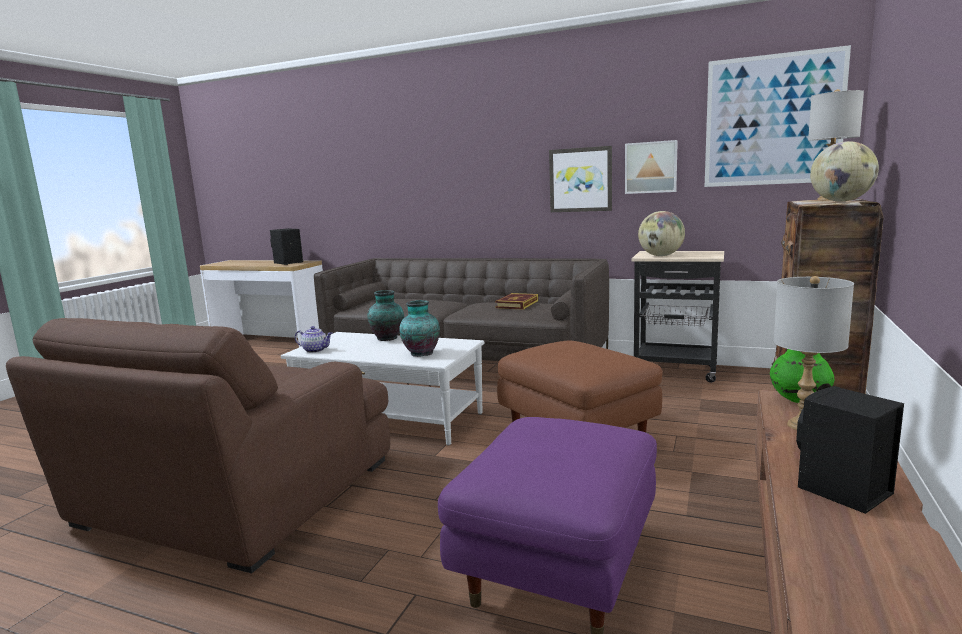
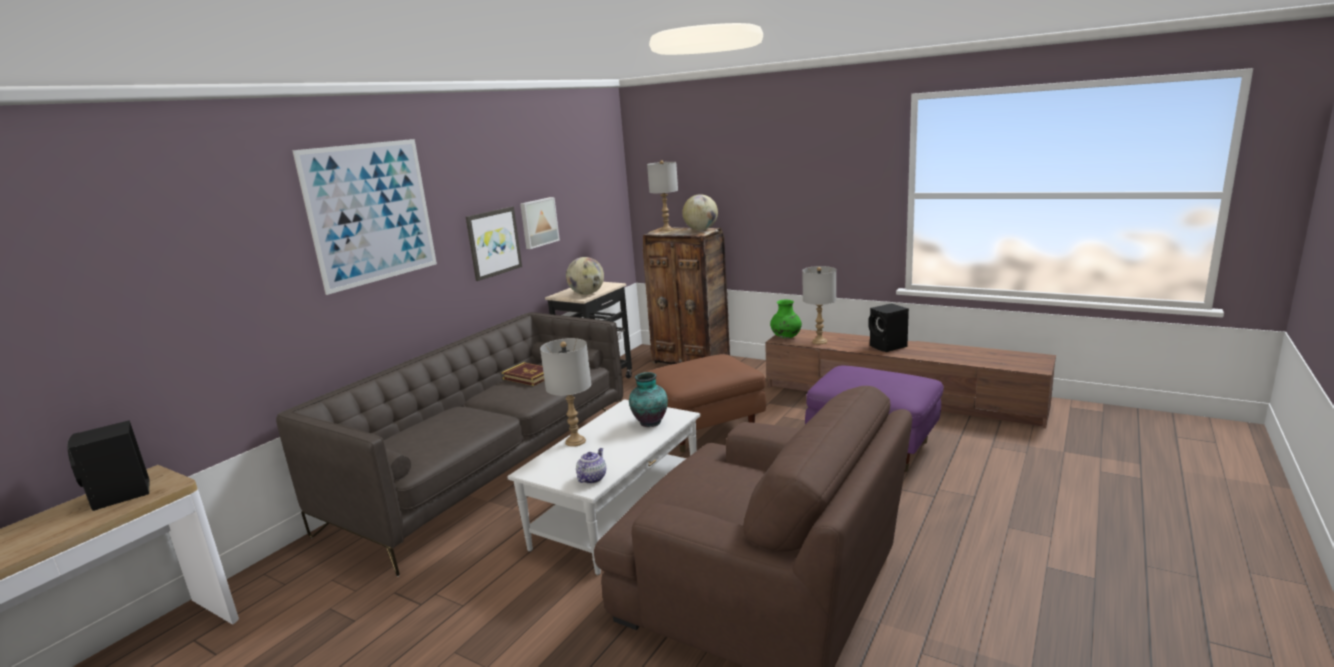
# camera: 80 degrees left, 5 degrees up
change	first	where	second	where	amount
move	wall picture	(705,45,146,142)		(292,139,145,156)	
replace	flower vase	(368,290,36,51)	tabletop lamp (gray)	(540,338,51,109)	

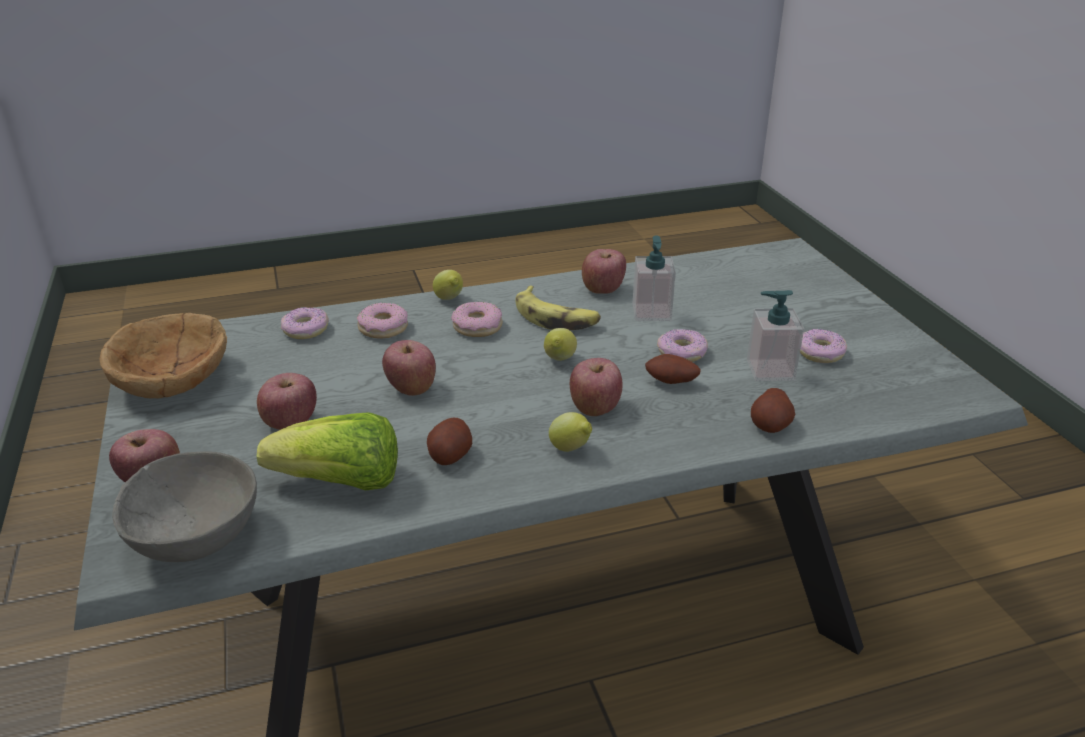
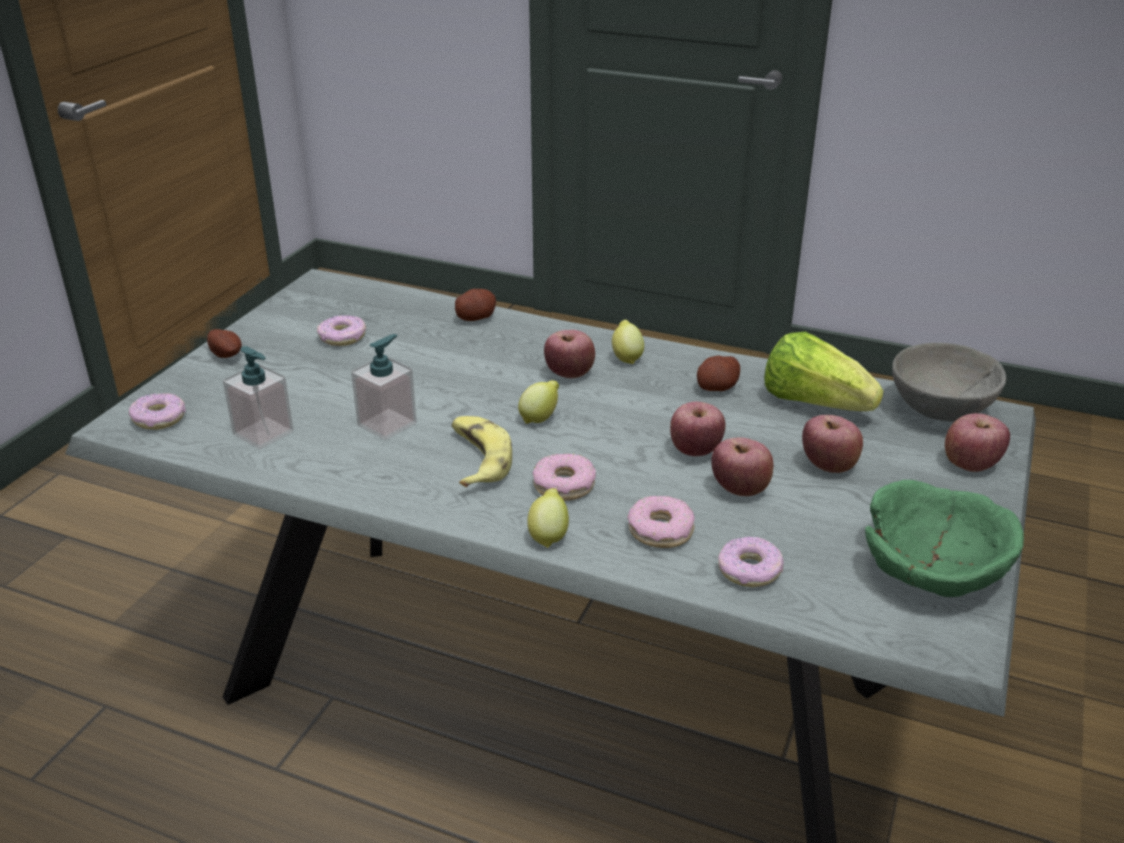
# camera: 140 degrees left, 0 degrees up
change	first	where	second	where	amount
move	whole apple	(582,249,44,45)		(711,438,62,58)	
move	potato	(645,354,56,30)		(207,329,35,29)	
move	ring doughnut	(657,329,51,33)		(129,393,57,37)	
move	soap bottle	(747,290,57,91)		(223,346,71,103)	
recolor	deep dish (brownish)	(99,313,128,86)	deep dish (green)	(865,480,159,117)	

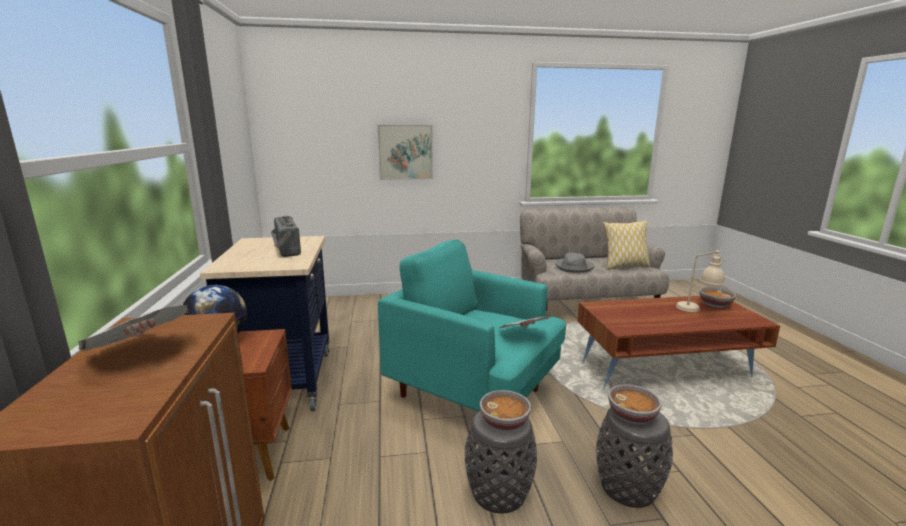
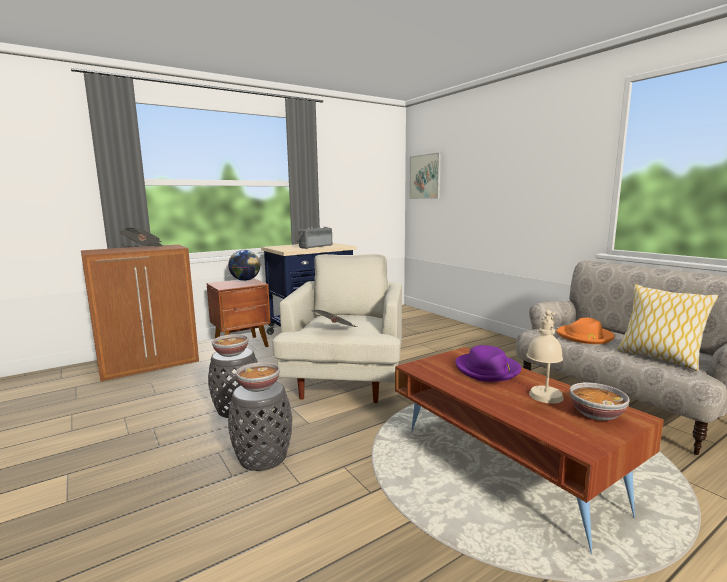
# camera: 65 degrees right, 5 degrees down
change	first	where	second	where	amount
insert			hat (purple-coloured)	(456,345,65,37)	
move	wall picture	(377,125,56,55)		(409,153,32,46)	
recolor	lounge chair (turquoise)	(378,239,188,172)	lounge chair (beige-coloured)	(272,254,130,149)	
recolor	hat (gray)	(555,253,39,20)	hat (orange)	(556,318,59,26)	

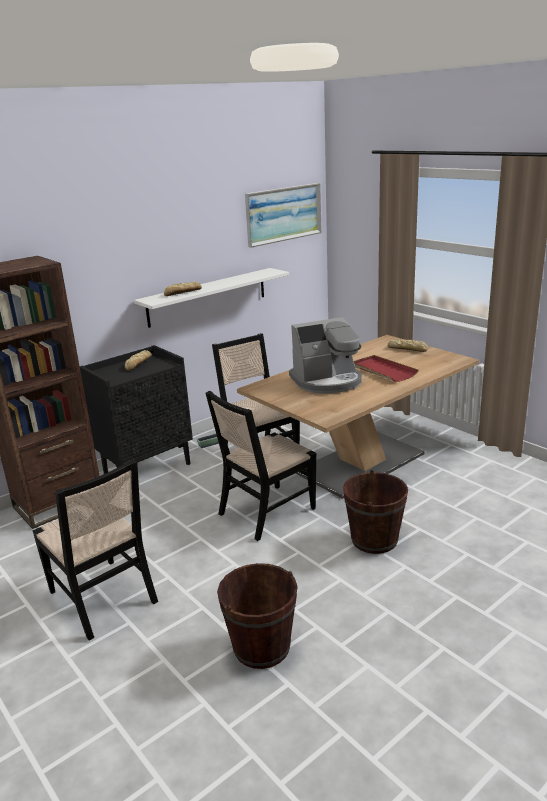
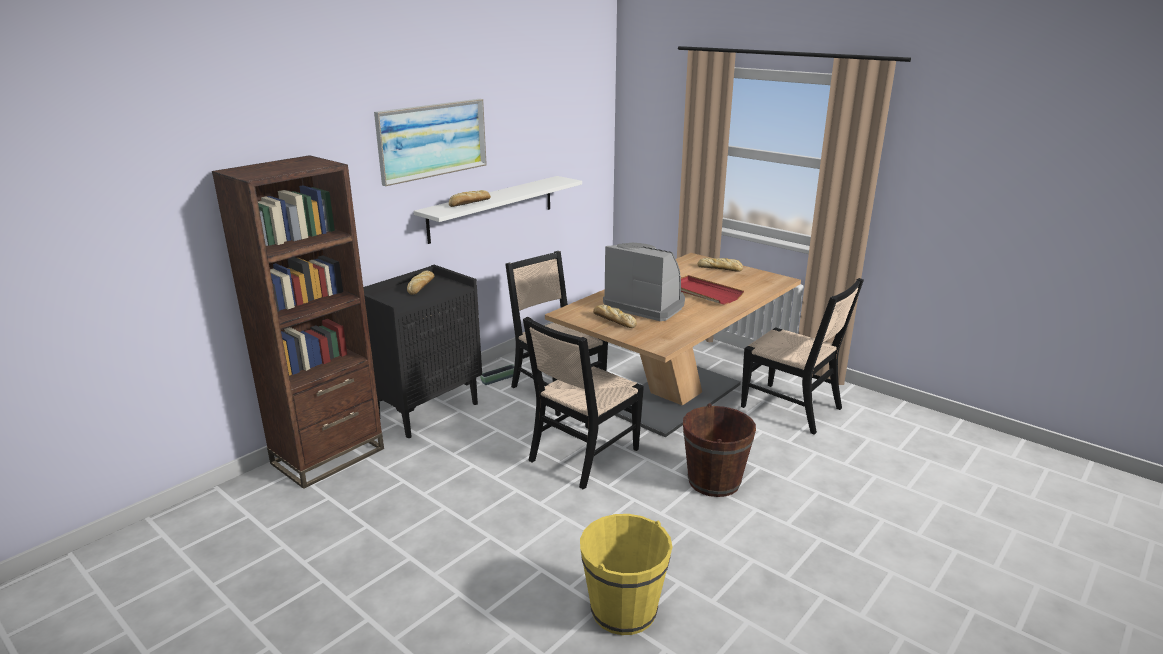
# camera: 10 degrees left, 0 degrees up
change	first	where	second	where	amount
insert			bread	(593,305,44,23)	
move	upright chair	(33,459,125,182)		(741,278,123,157)	
move	wall picture	(245,183,76,65)		(374,99,113,87)	
recolor	pail (brownish)	(217,563,81,106)	pail (yellow-coloured)	(580,514,93,121)	
rotate	coffee machine	(289,317,73,76)		(603,243,82,78)	120 degrees counterclockwise

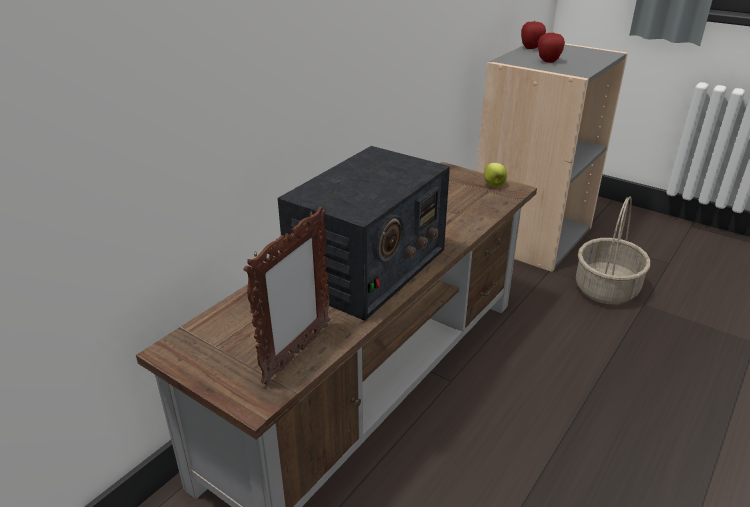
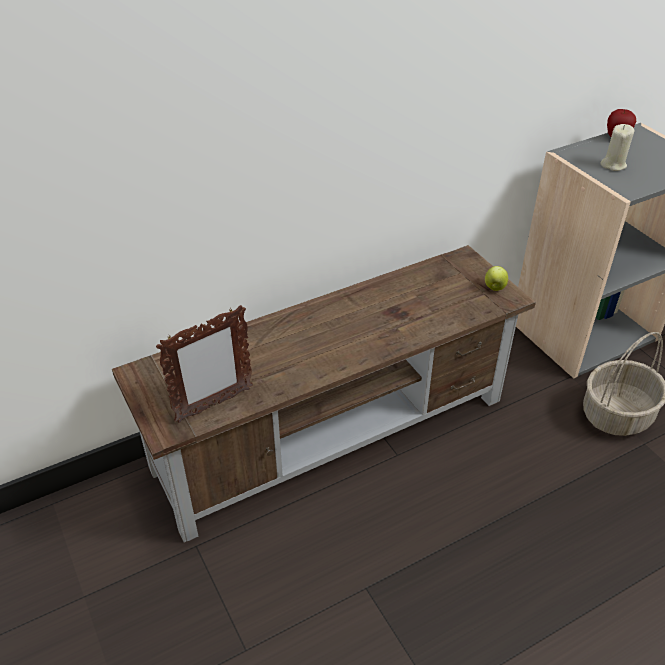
# camera: 25 degrees right, 10 degrees up
change	first	where	second	where	amount
delete	radio set	(278,146,172,175)			
replace	whole apple	(538,33,27,30)	candle (beige-coloured)	(600,124,34,47)	

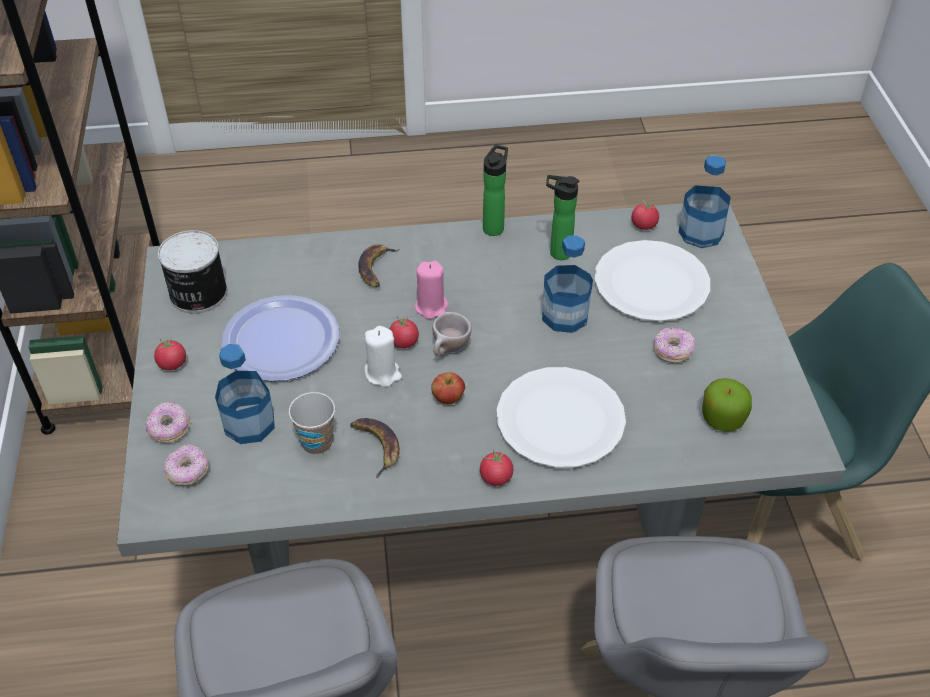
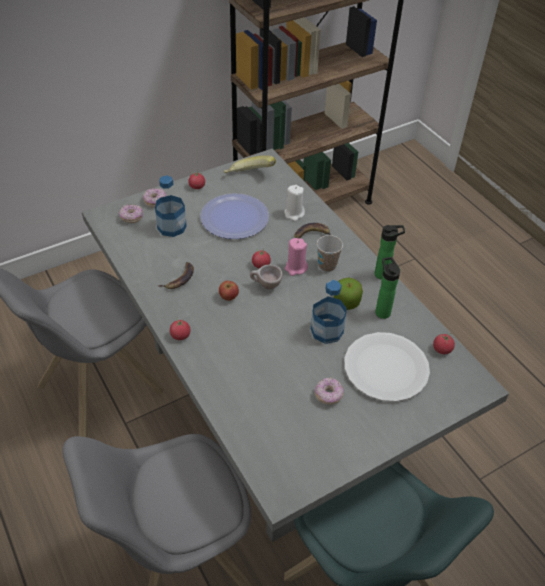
# camera: 65 degrees right, 0 degrees up
change	first	where	second	where	amount
delete	plate (white-coloured)	(497,367,129,101)			
delete	beverage bottle	(678,156,53,92)			
move	small cup	(289,392,46,63)		(317,235,26,37)	
move	candle (white-coloured)	(364,326,38,61)		(284,185,21,36)	
move	whole apple	(702,378,50,53)		(334,278,29,32)	
replace	metal can	(158,230,70,83)	banana fruit	(224,155,52,18)	

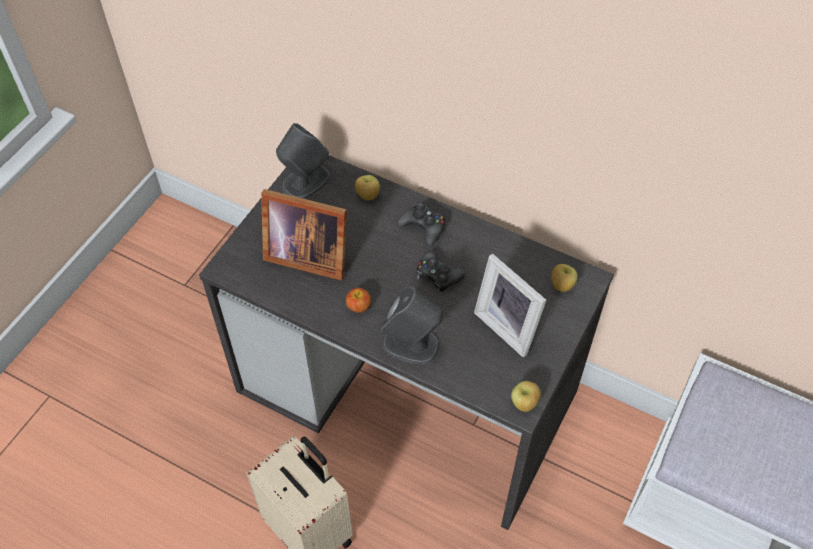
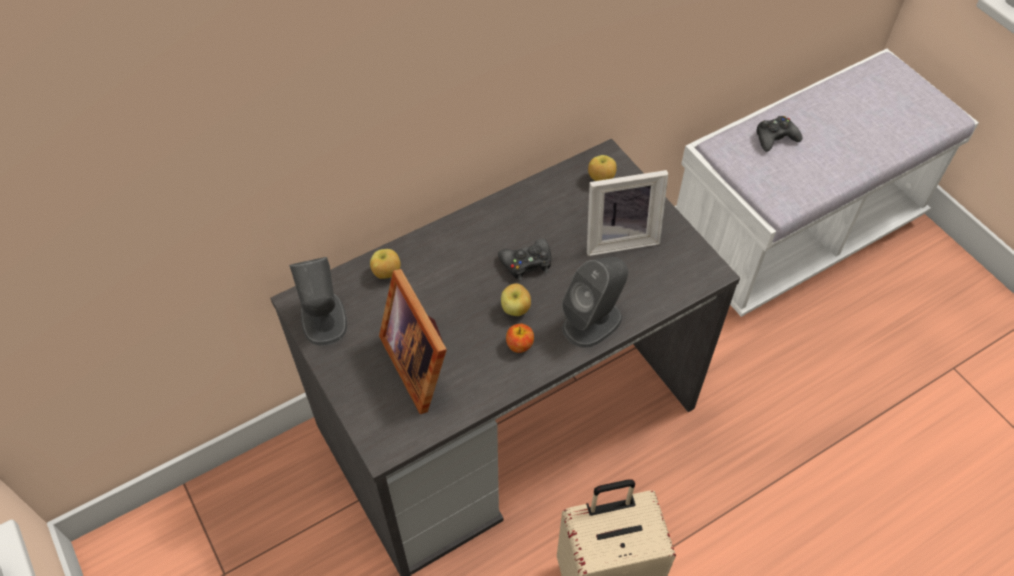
# camera: 60 degrees left, 0 degrees up
change	first	where	second	where	amount
move	gamepad (black)	(398,202,47,44)		(756,116,46,36)	
move	whole apple	(511,381,30,31)		(501,283,30,33)	
rotate	standing frame	(261,189,86,92)		(379,269,68,145)	105 degrees clockwise

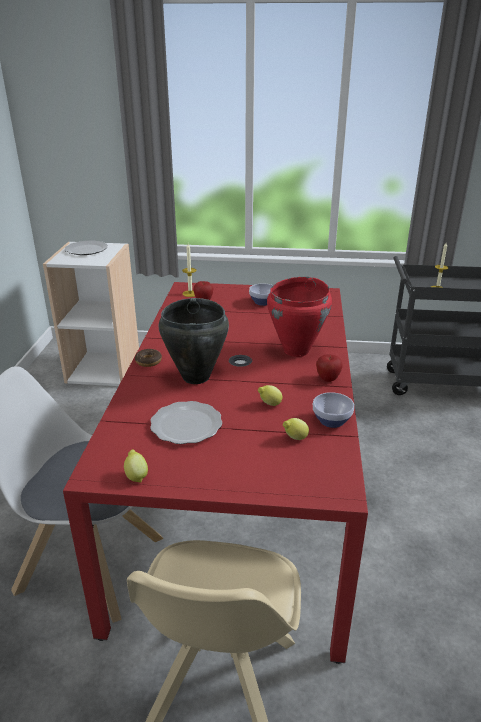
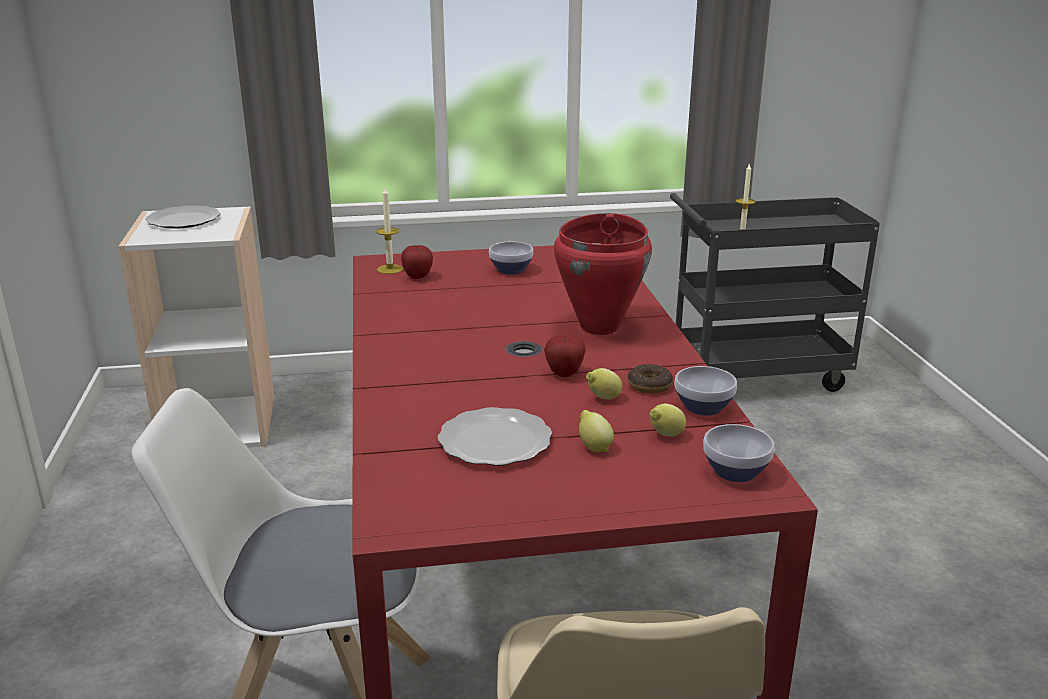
# camera: 15 degrees left, 5 degrees down
change	first	where	second	where	amount
delete	cooking pot (black)	(158,298,71,86)			
insert			deep dish	(703,424,71,58)	
move	citrus fruit	(124,450,24,33)		(579,410,35,42)	
move	ring doughnut	(135,349,27,18)		(628,364,45,29)	
move	whole apple	(316,354,27,28)		(544,334,41,43)	

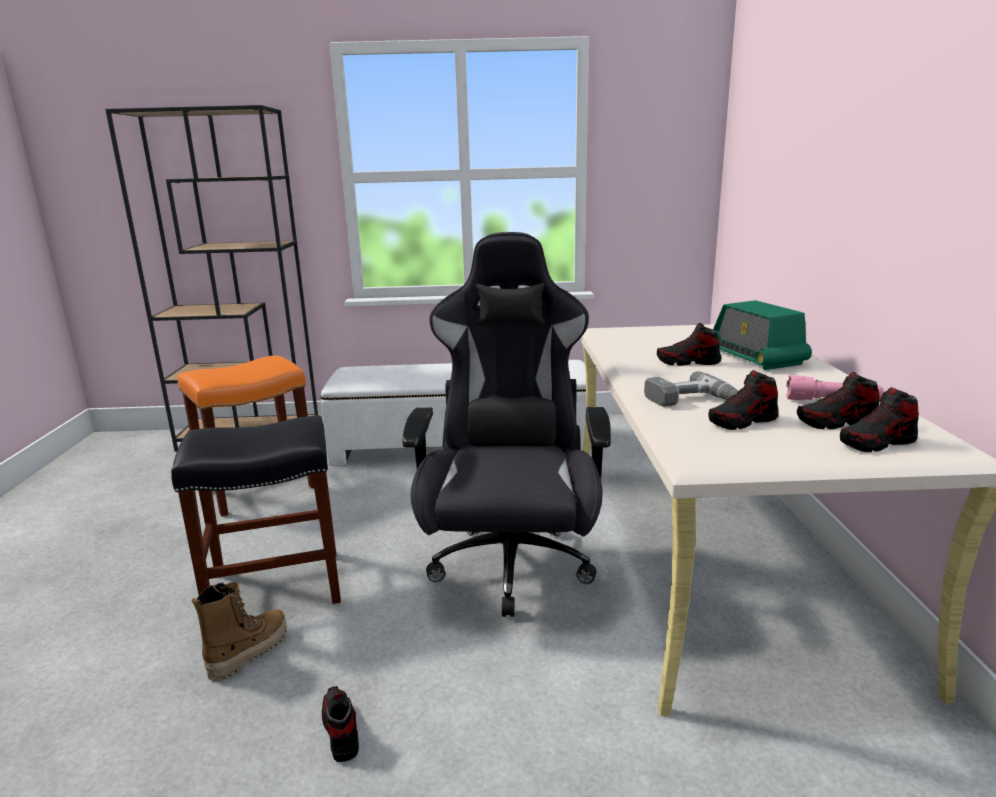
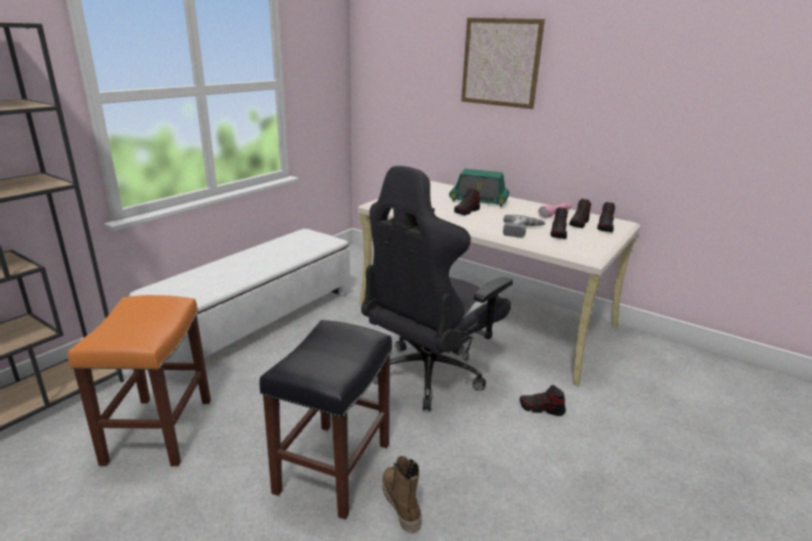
# camera: 55 degrees left, 5 degrees up
change	first	where	second	where	amount
insert			wall picture	(461,17,84,92)	
move	shoe	(322,686,37,76)		(520,385,46,31)	
rotate	computer chair (black)	(403,232,208,385)		(361,166,152,245)	90 degrees counterclockwise

